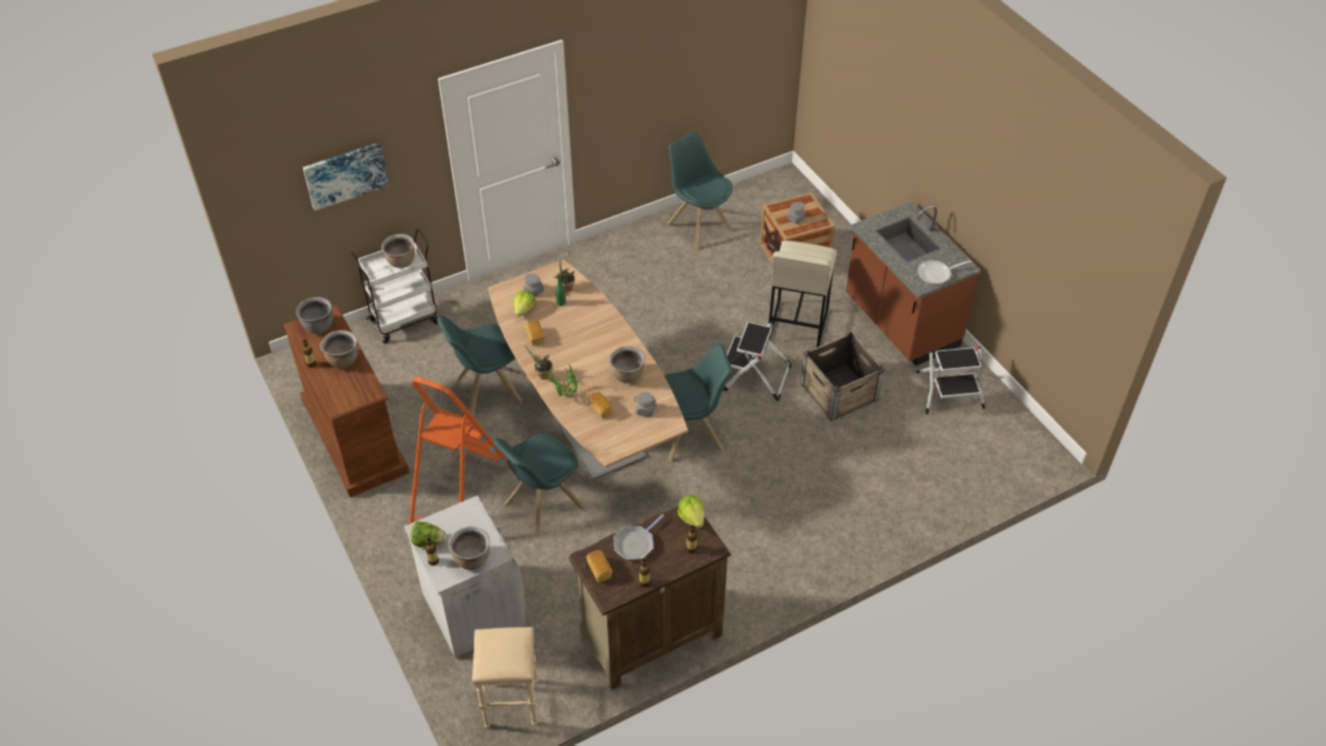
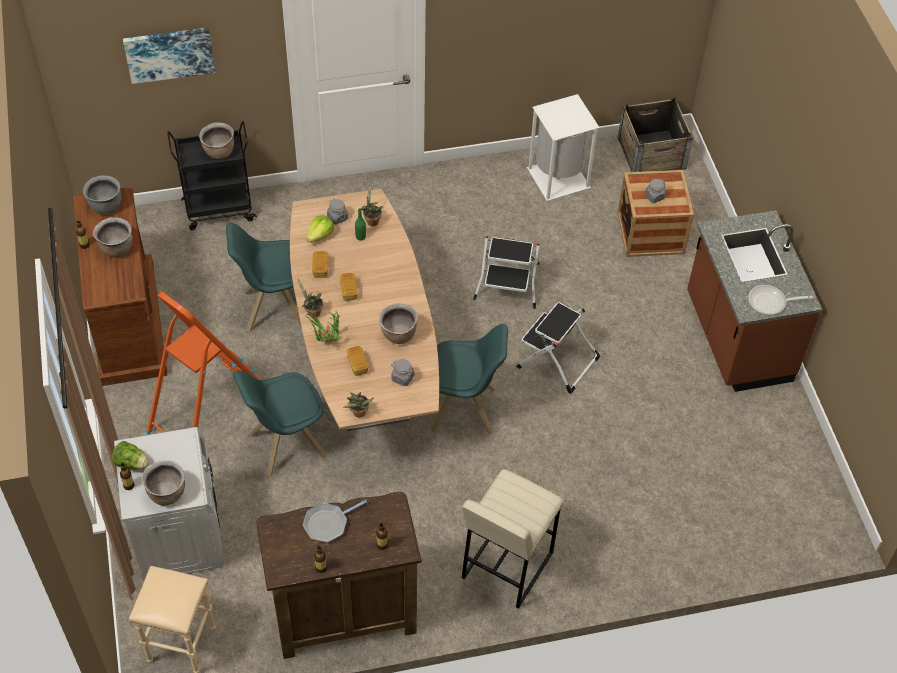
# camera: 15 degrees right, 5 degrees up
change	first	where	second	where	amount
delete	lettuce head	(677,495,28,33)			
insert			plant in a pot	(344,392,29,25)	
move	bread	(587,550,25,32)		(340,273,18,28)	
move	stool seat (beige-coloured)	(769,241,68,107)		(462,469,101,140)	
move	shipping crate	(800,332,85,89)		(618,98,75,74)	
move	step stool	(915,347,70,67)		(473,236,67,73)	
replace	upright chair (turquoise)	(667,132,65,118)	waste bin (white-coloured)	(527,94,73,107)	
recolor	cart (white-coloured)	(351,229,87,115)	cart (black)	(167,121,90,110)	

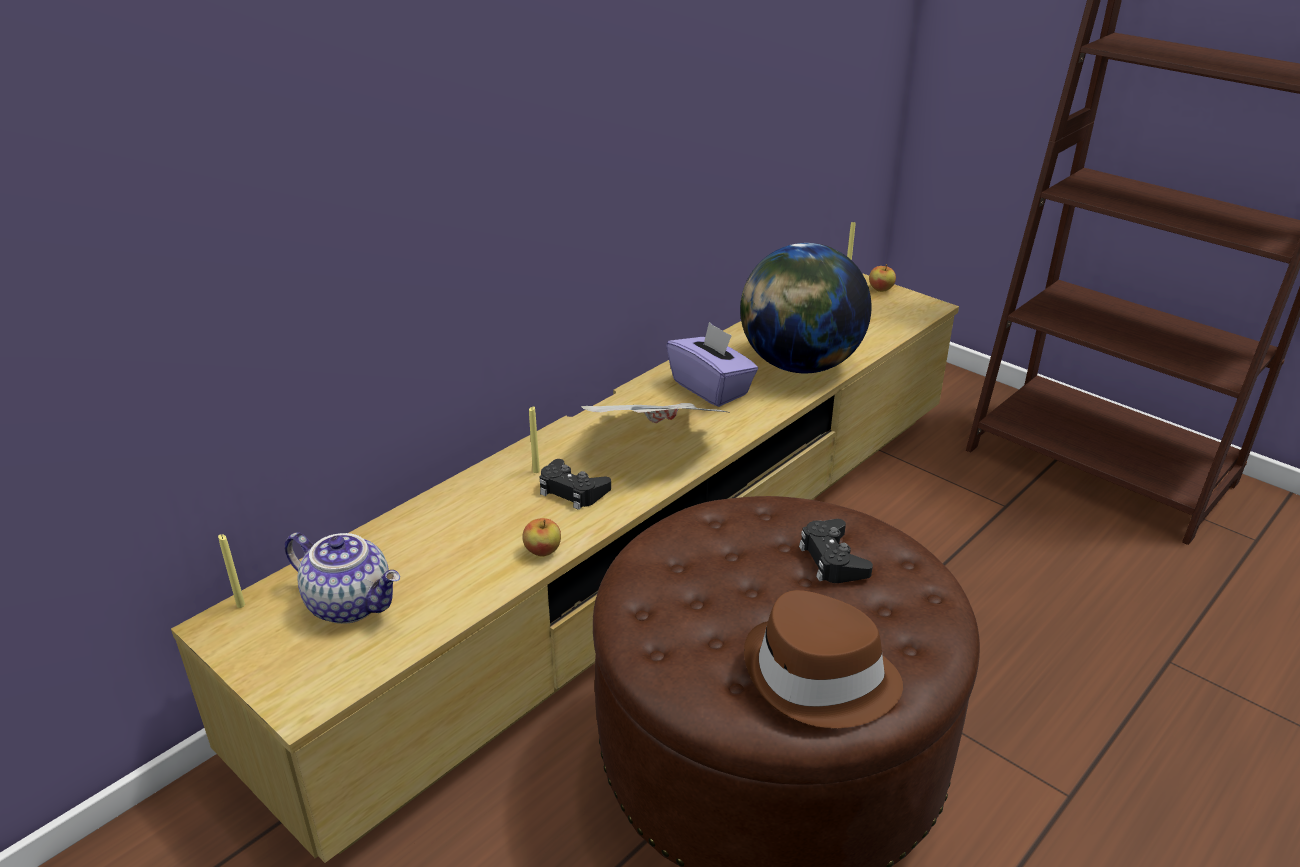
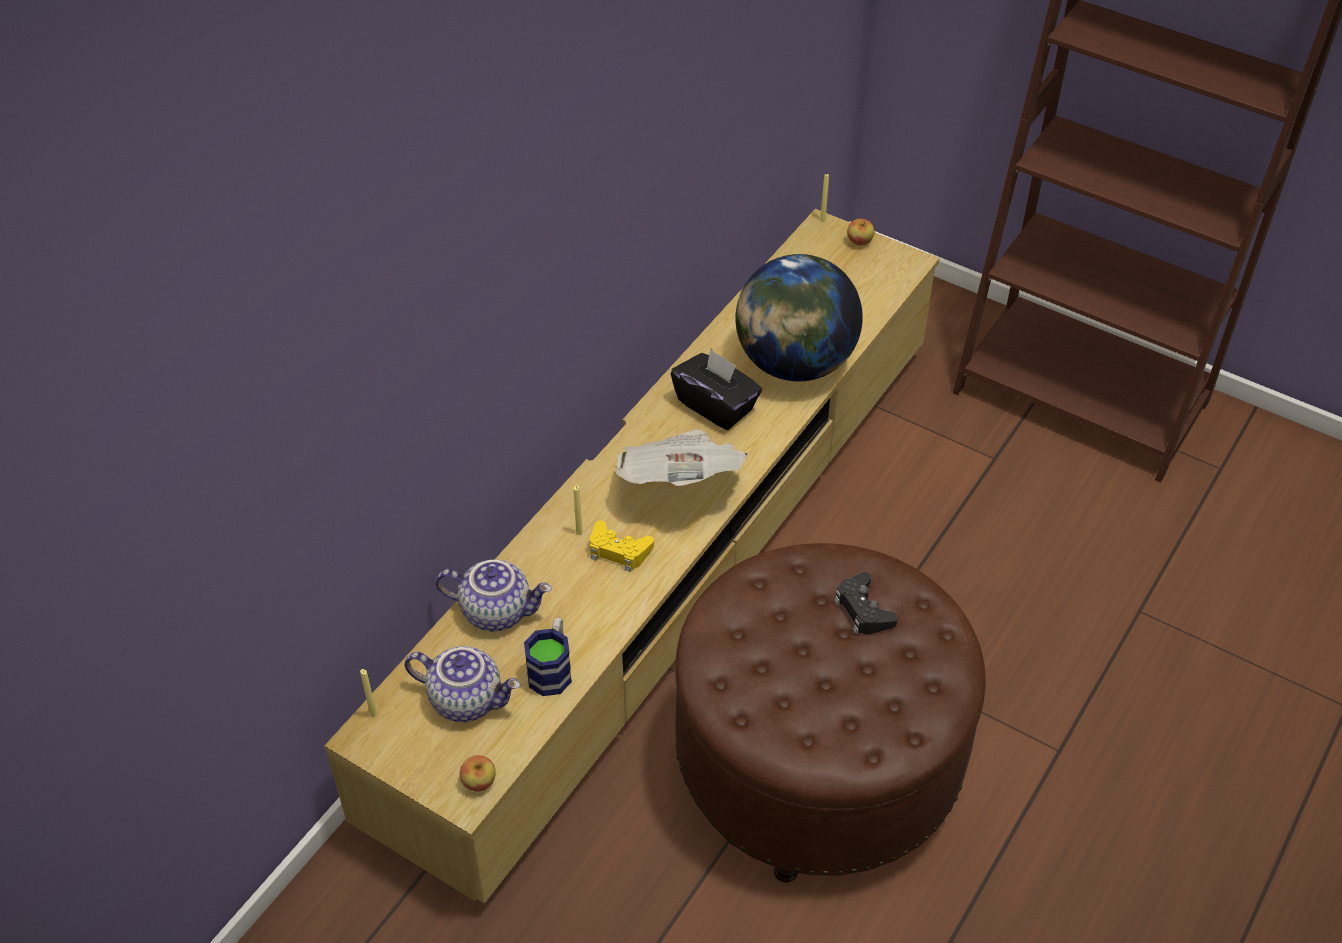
# camera: 10 degrees left, 15 degrees up
change	first	where	second	where	amount
delete	hat (brownish)	(744,590,159,138)			
insert			tea pot	(435,560,117,71)	
insert			mug	(524,617,48,79)	
move	whole apple	(522,518,39,39)		(460,755,36,37)	
recolor	gamepad (black)	(540,459,71,51)	gamepad (yellow-coloured)	(590,520,64,52)	
recolor	tissue holder (purple-coloured)	(666,322,92,85)	tissue holder (black)	(671,349,91,81)	

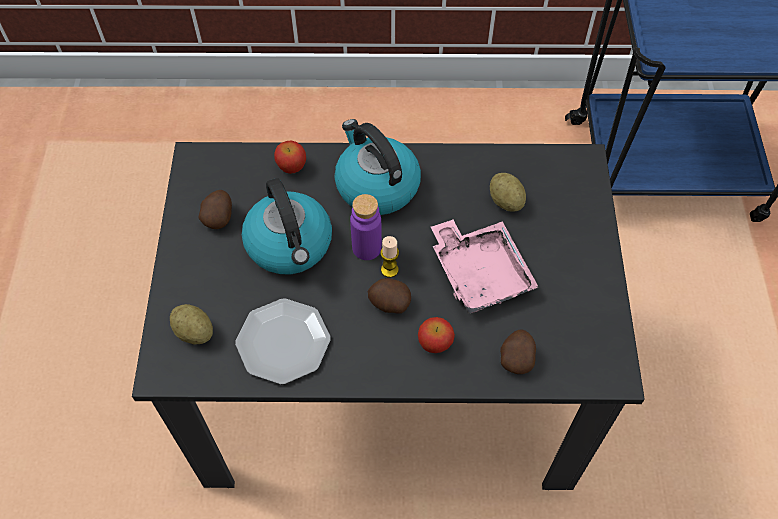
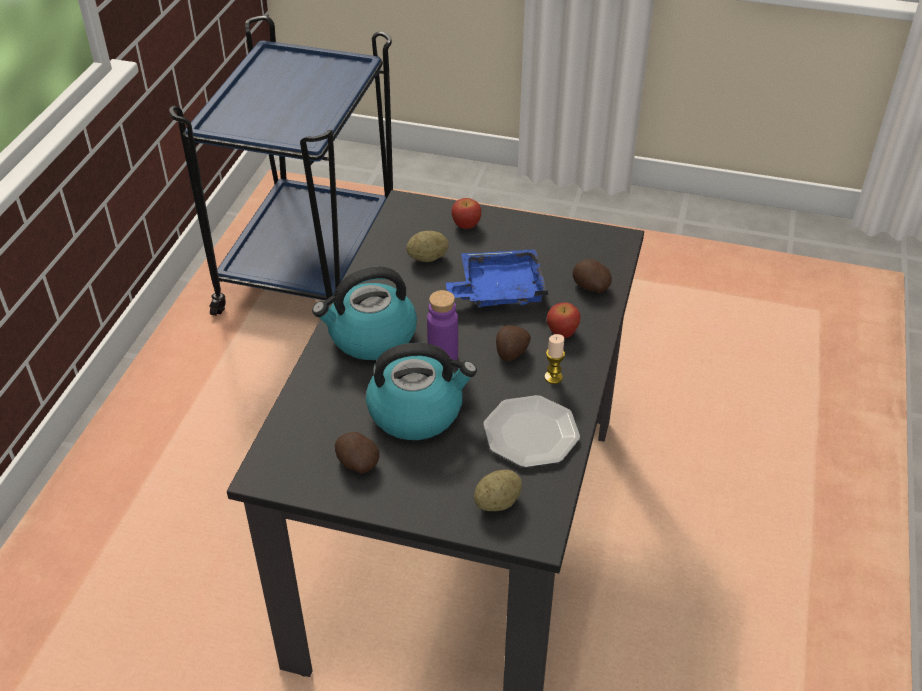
# camera: 75 degrees left, 15 degrees down
change	first	where	second	where	amount
move	whole apple	(274,140,32,34)		(451,198,31,31)	
move	candle	(380,236,19,42)		(544,334,21,50)	
recolor	carrying tray (pink)	(431,220,108,93)	carrying tray (bluish)	(446,249,102,58)	

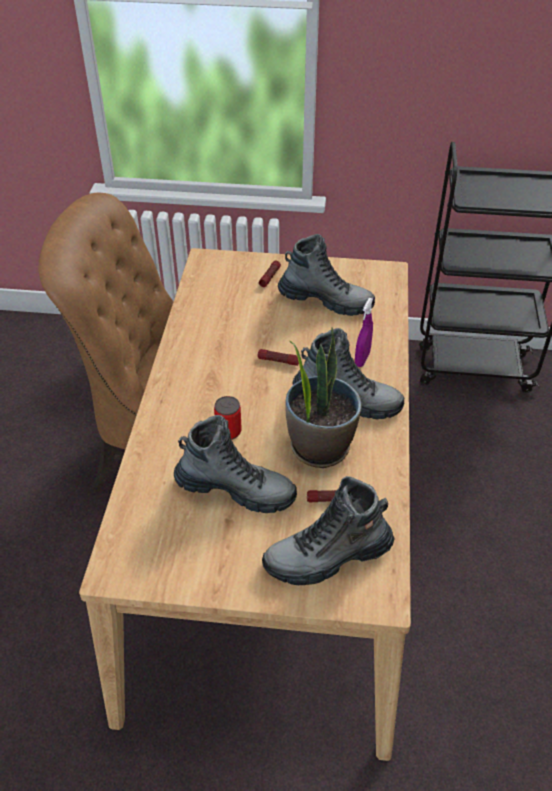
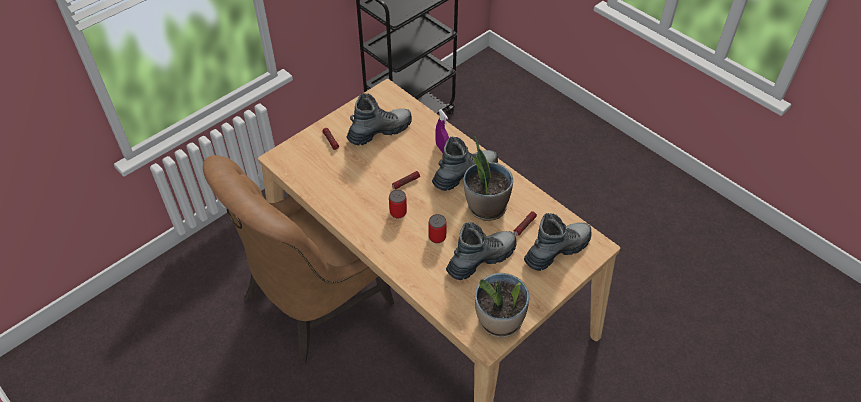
# camera: 50 degrees left, 5 degrees up
change	first	where	second	where	amount
insert			metal can	(389,190,18,28)	
insert			plant in a pot	(475,273,54,64)	
rotate	boot	(262,476,133,109)		(524,213,68,58)	150 degrees counterclockwise

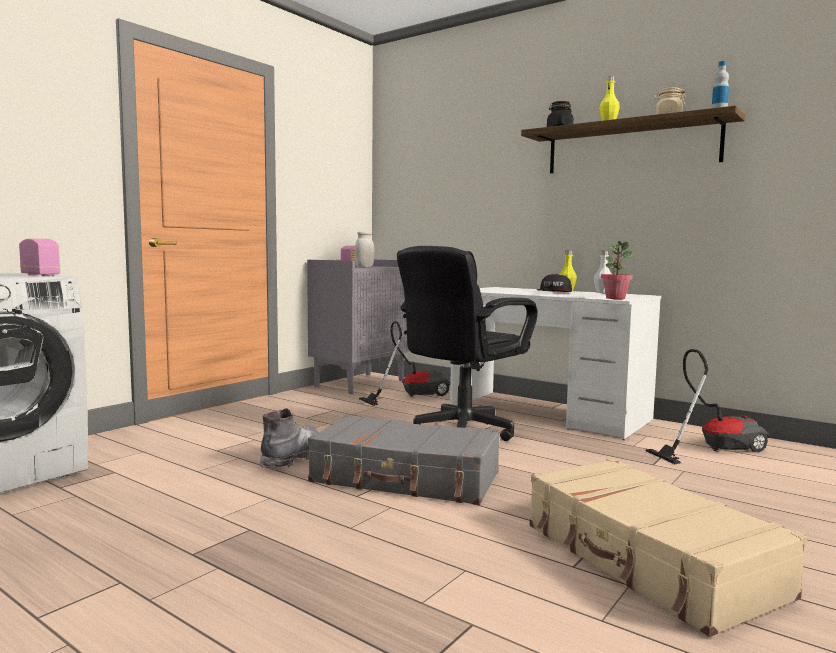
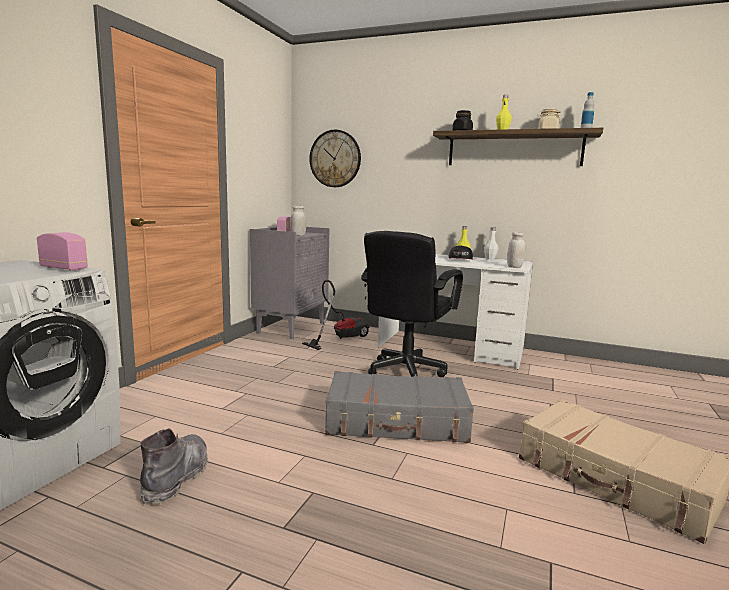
# camera: 15 degrees left, 5 degrees up
change	first	where	second	where	amount
delete	vacuum	(645,349,125,115)			
insert			wall clock	(309,130,52,57)	
move	boot (gray)	(260,408,58,62)		(140,428,68,77)	
replace	plant in a pot	(601,241,33,58)	storage jar (white-coloured)	(507,232,18,36)	

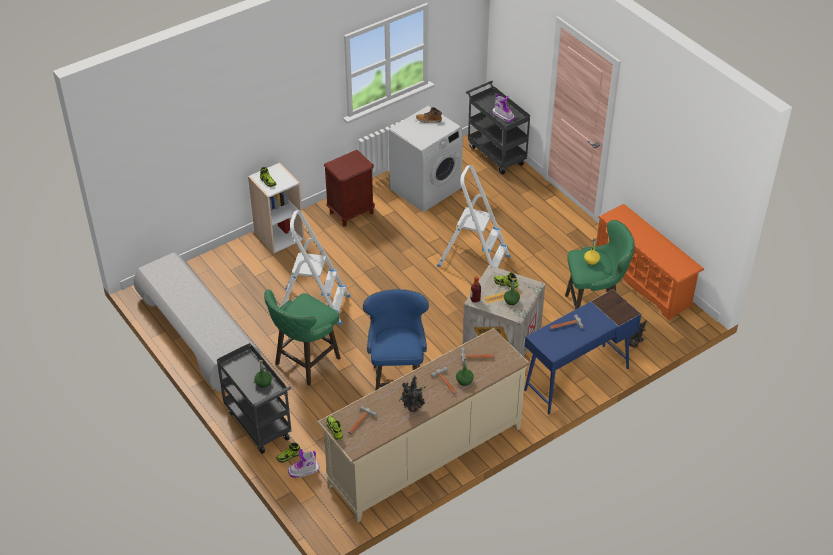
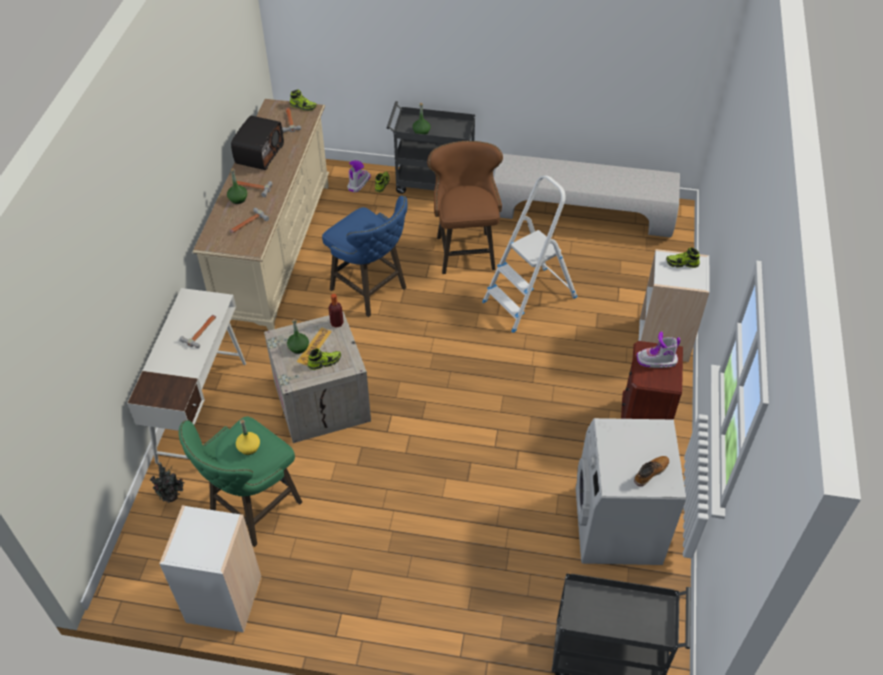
# camera: 135 degrees right, 5 degrees up
change	first	where	second	where	amount
delete	step stool (white-coloured)	(437,165,74,103)			
move	boot	(493,94,22,28)		(637,331,43,37)	
replace	plant in a pot	(399,375,26,37)	radio set	(231,116,53,54)	
replace	shoe shelf (orange)	(596,204,108,117)	bookshelf	(159,505,102,127)	
recolor	stool seat (green)	(264,289,77,97)	stool seat (brownish)	(427,141,76,133)	
recolor	desk table (bluish)	(524,290,117,125)	desk table (white-coloured)	(127,288,119,176)	

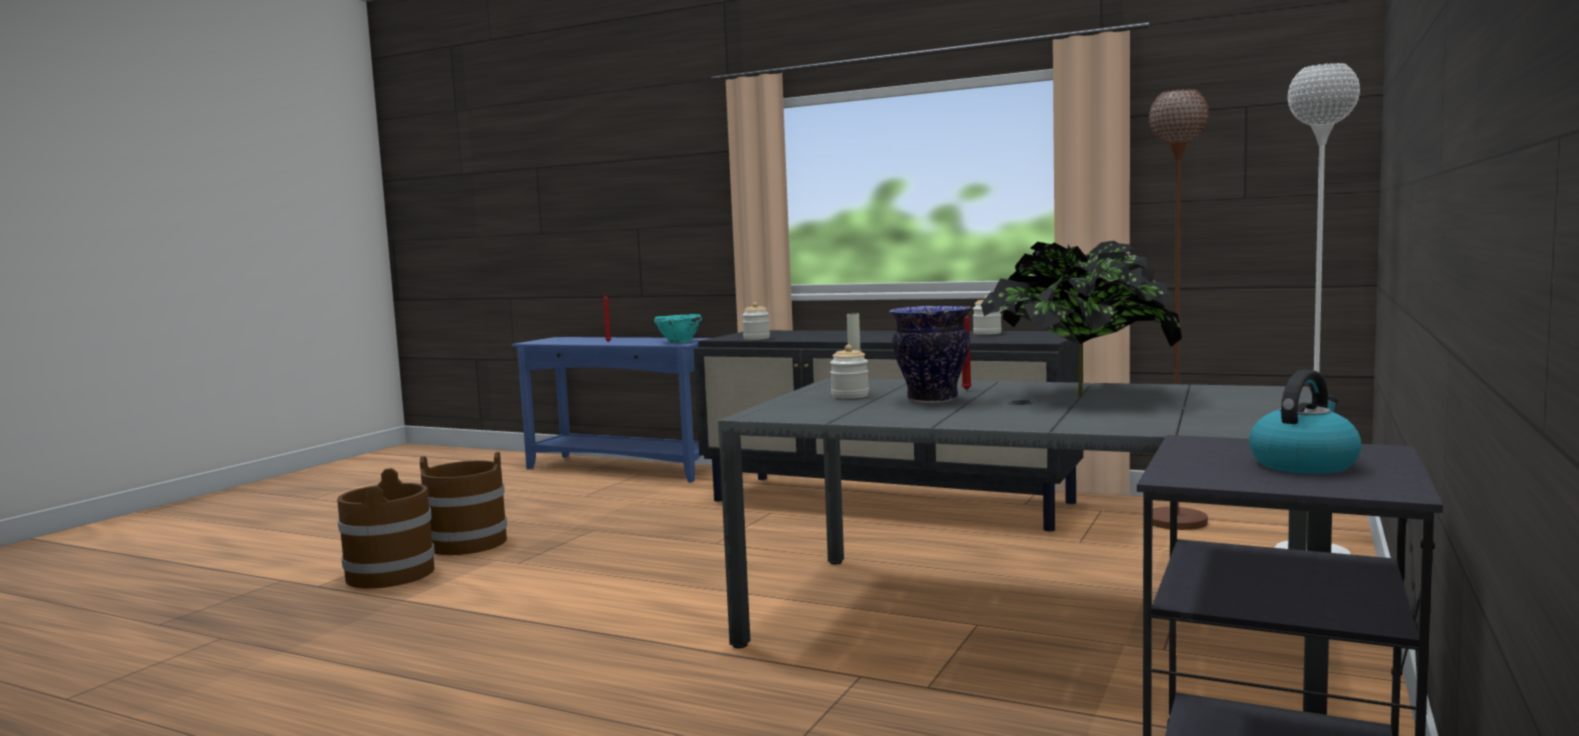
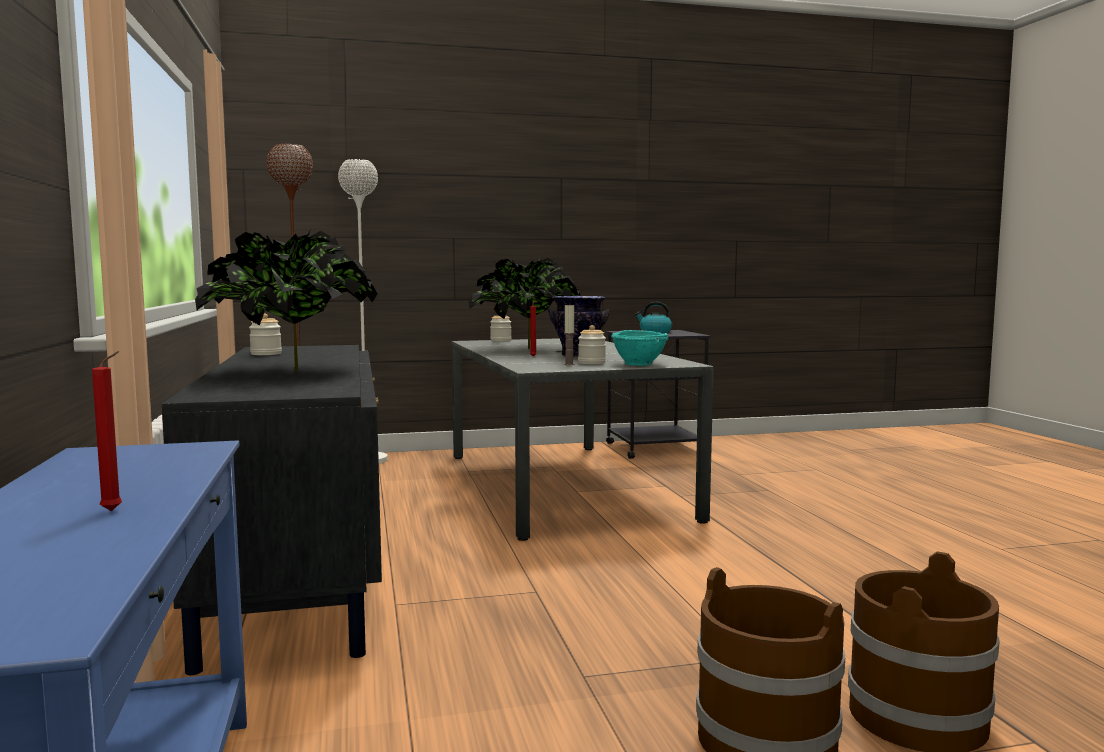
# camera: 130 degrees left, 0 degrees up
change	first	where	second	where	amount
insert			plant in a pot	(195,229,182,142)	
move	deep dish (turquoise)	(654,314,48,29)		(611,330,57,36)	
move	storage jar	(742,302,28,38)		(490,316,21,26)	

